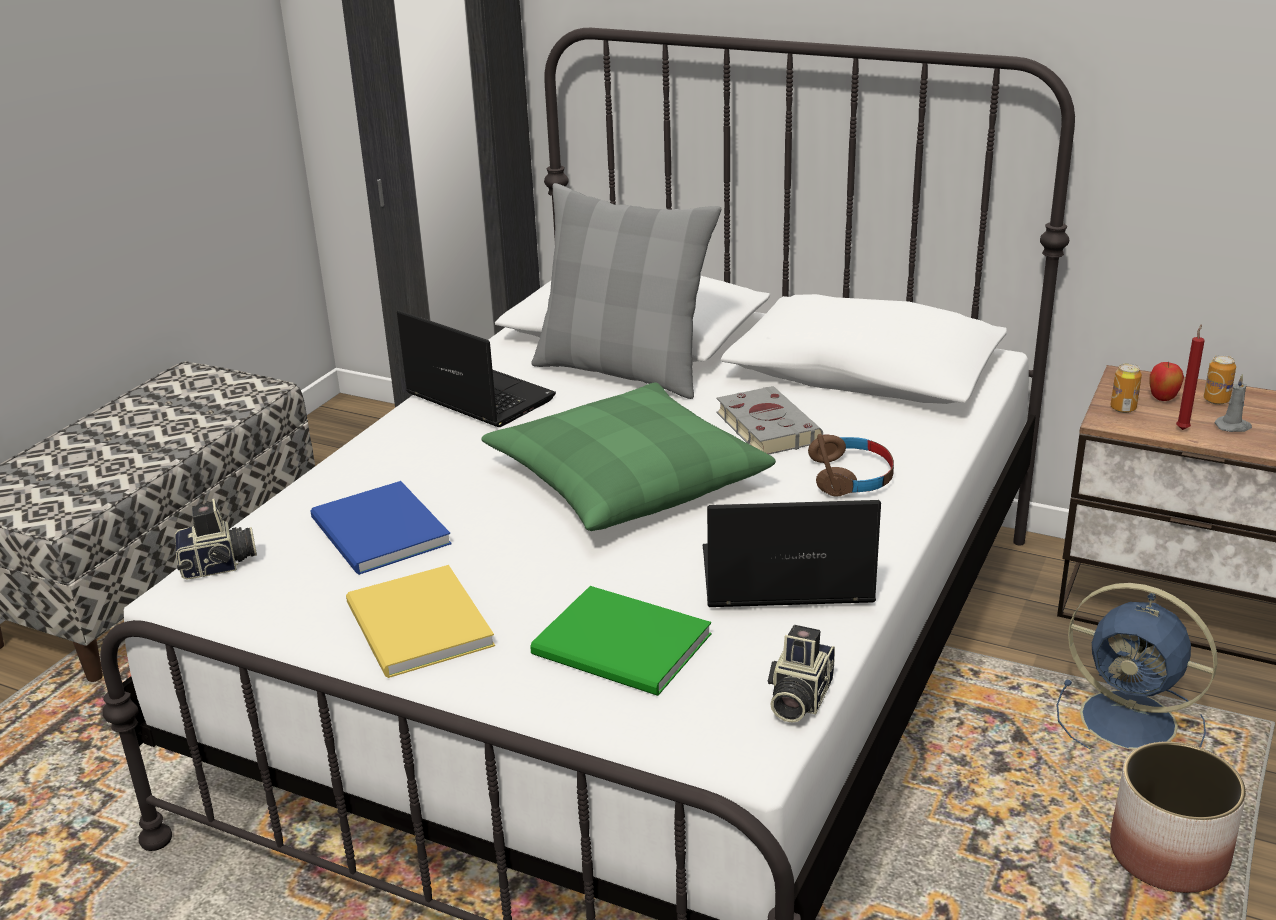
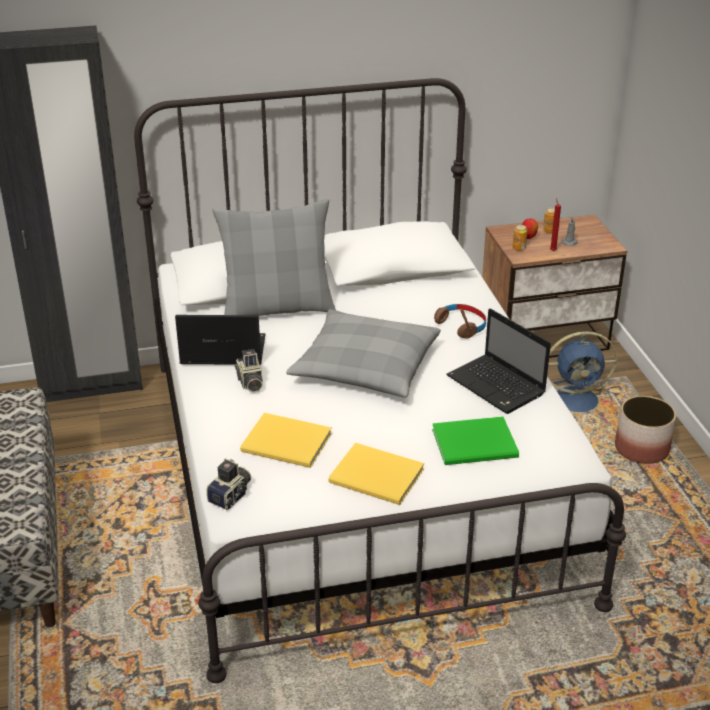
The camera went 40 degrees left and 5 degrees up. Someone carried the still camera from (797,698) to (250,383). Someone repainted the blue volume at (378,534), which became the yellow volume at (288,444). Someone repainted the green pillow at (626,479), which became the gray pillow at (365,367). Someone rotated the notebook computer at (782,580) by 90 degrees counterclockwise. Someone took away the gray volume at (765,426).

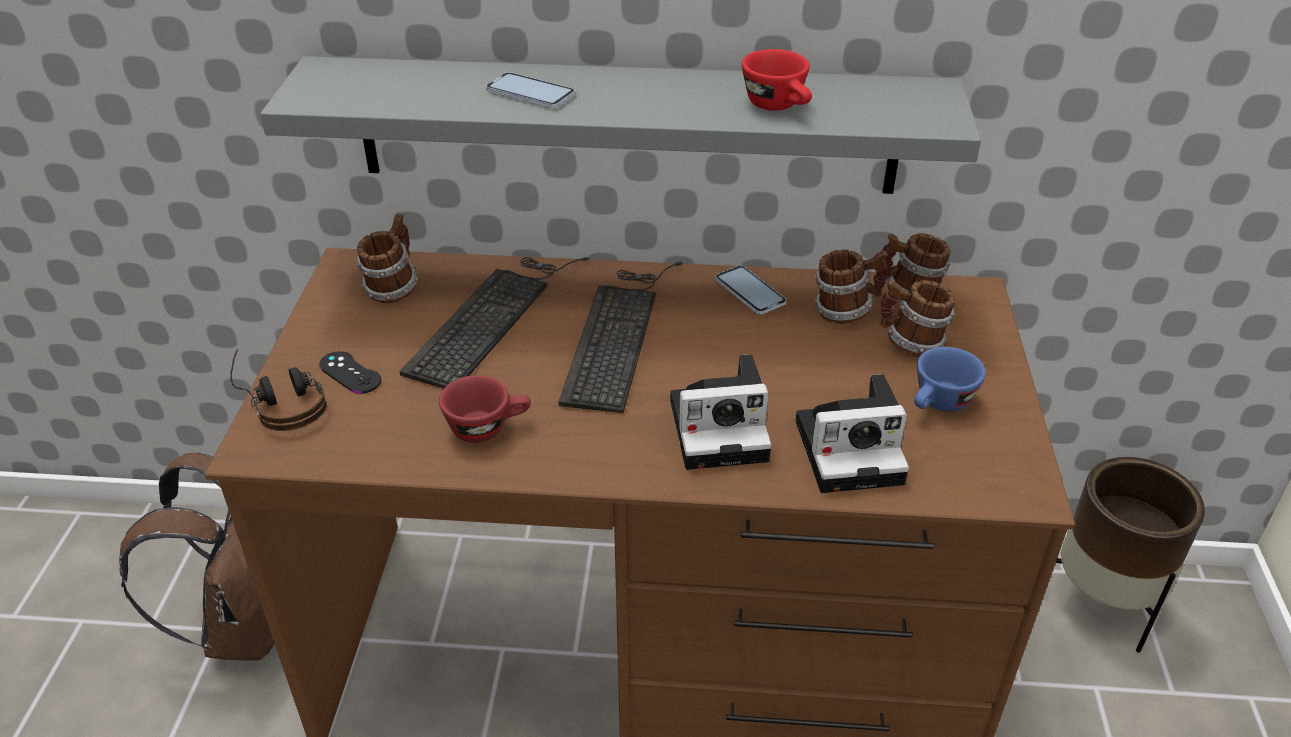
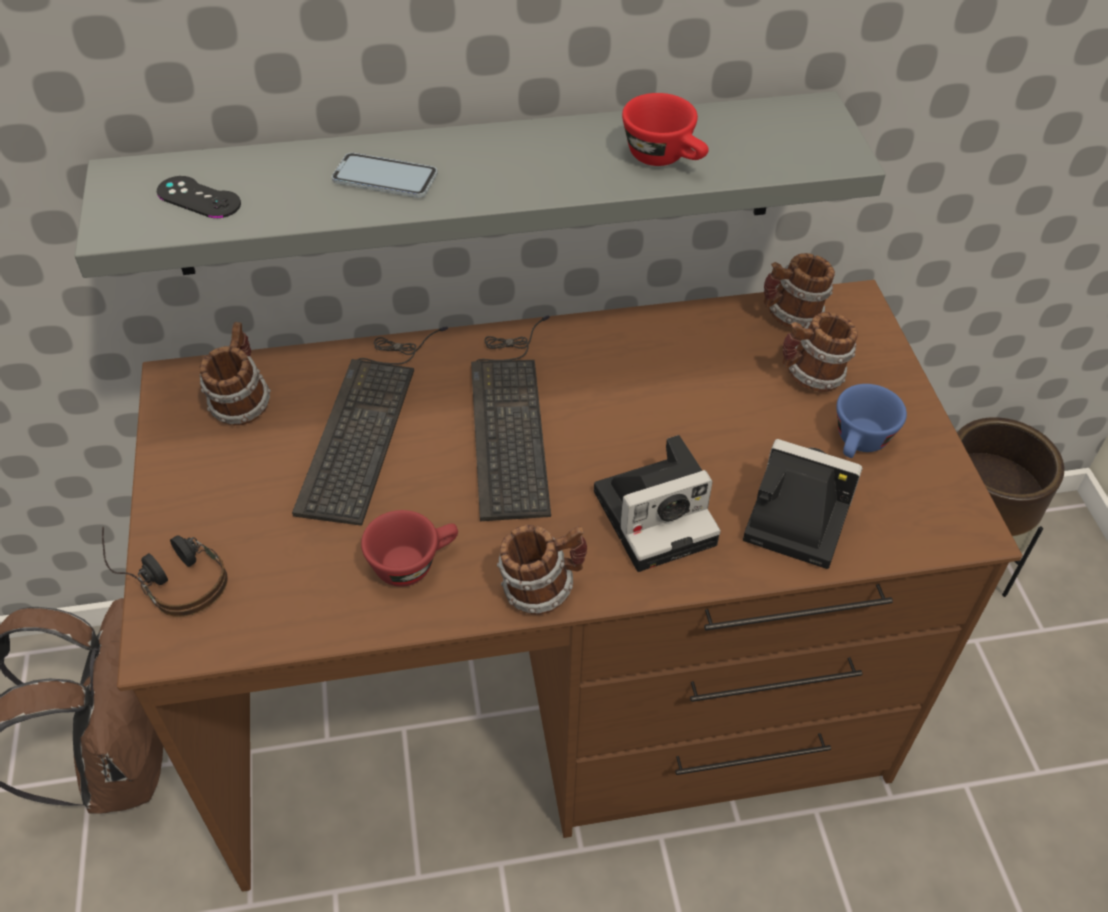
The camera went 15 degrees left and 10 degrees up. Someone carried the black-coloured joypad from (350,373) to (199,198). Someone carried the mug from (845,311) to (541,588). Someone rotated the still camera at (852,450) by 135 degrees counterclockwise. Someone took away the handset at (750,291).

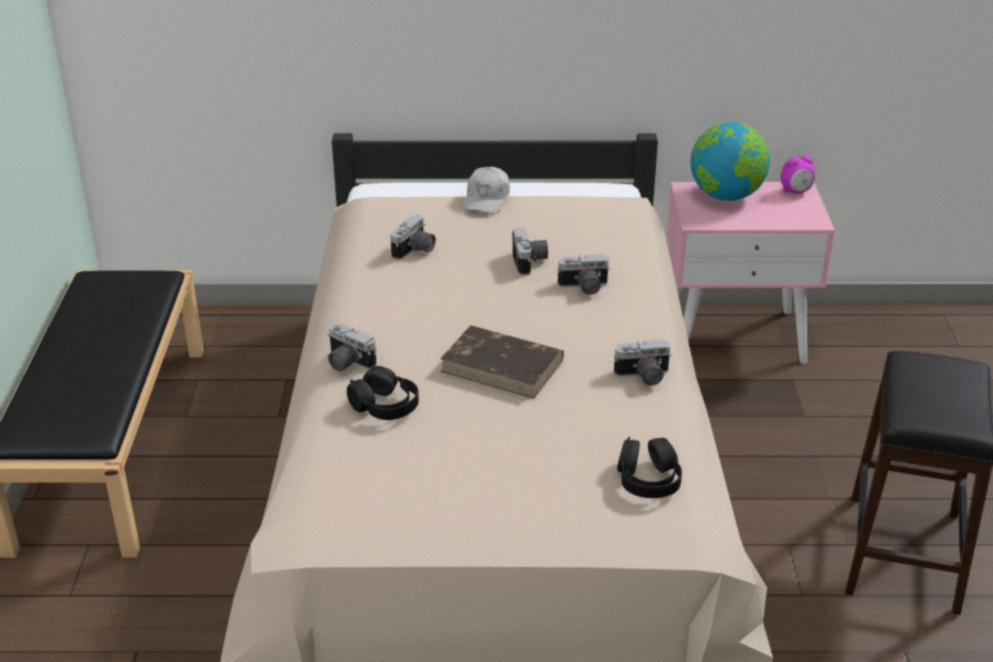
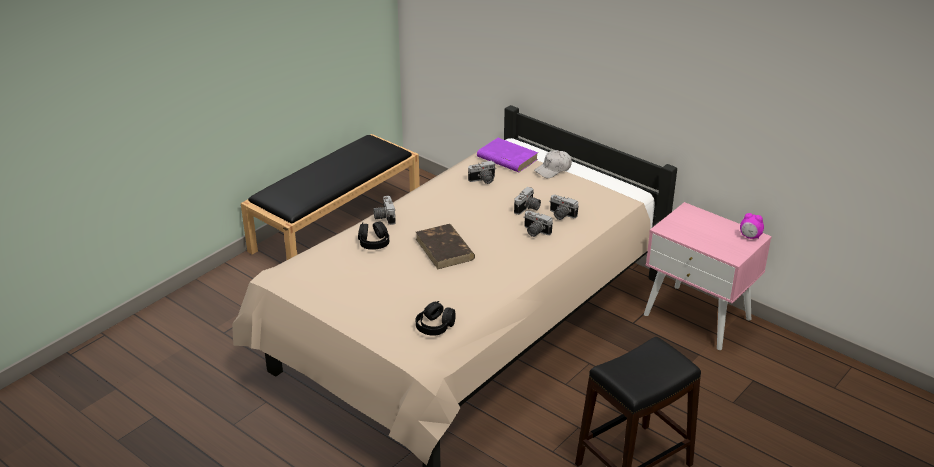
The camera went 40 degrees right and 0 degrees up. Someone put down the purple-coloured volume at (506,158). Someone carried the still camera from (643,377) to (561,215). Someone took away the desk globe at (726,196).

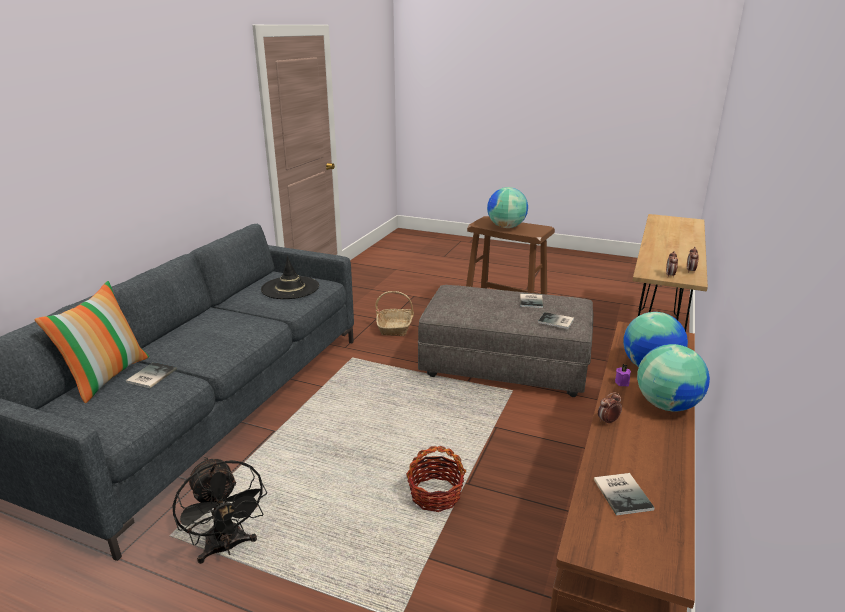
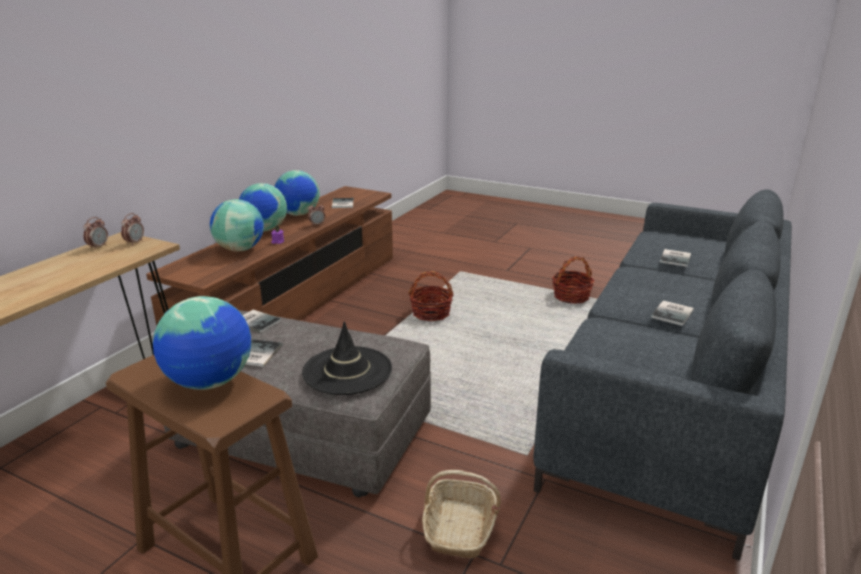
The camera went 175 degrees left and 0 degrees up. Someone put down the desk globe at (298,214). Someone carried the black-coloured wearable hat from (290,288) to (347,371). Someone swapped the black-coloured electric fan at (227,547) for the household basket at (571,296). Someone put down the volume at (674,313). Someone took away the pillow at (107,376).

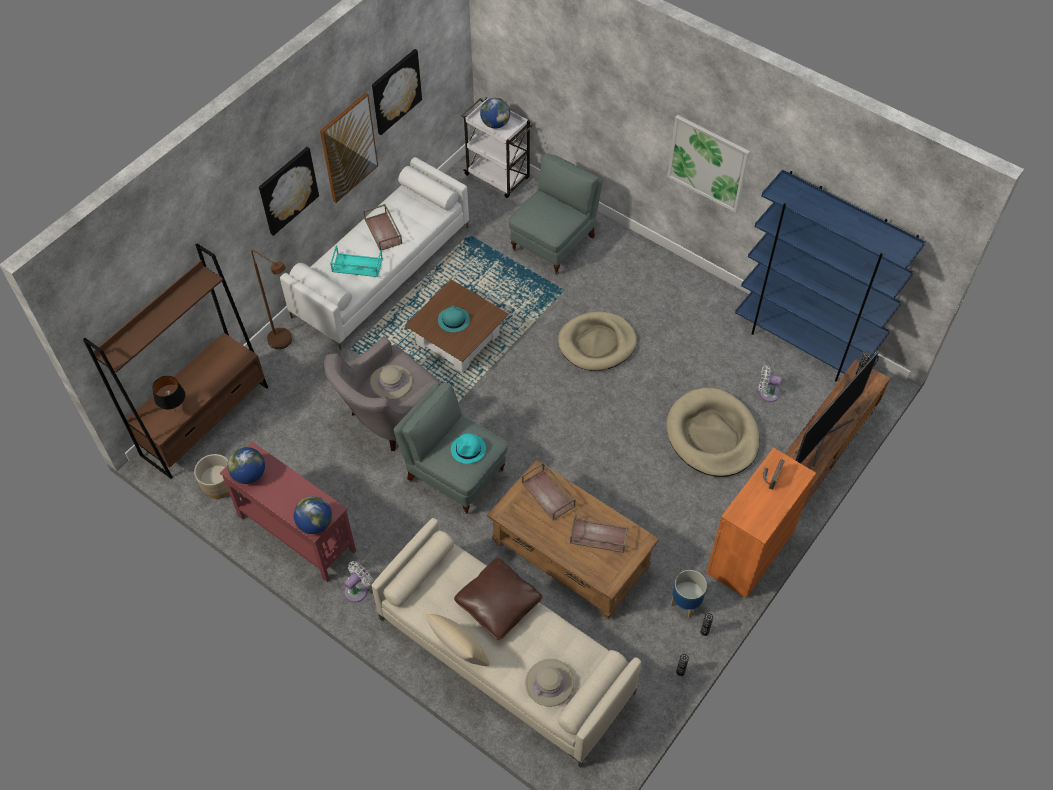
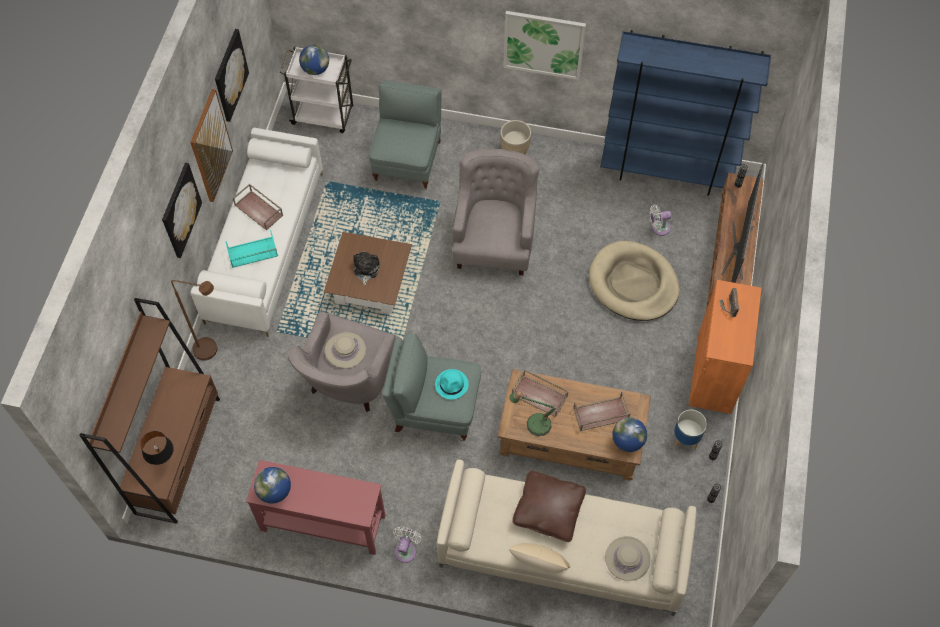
The camera went 25 degrees left and 5 degrees up. Someone swapped the blue-green wearable hat at (453,320) for the plush toy at (365,269). Someone swapped the beige-coloured dog cushion at (597,343) for the gray lounge chair at (494,240). Someone carried the beige-coloured planter from (219,486) to (514,149). Someone put down the tabletop lamp at (534,423). Someone carried the desk globe from (315,524) to (627,441).

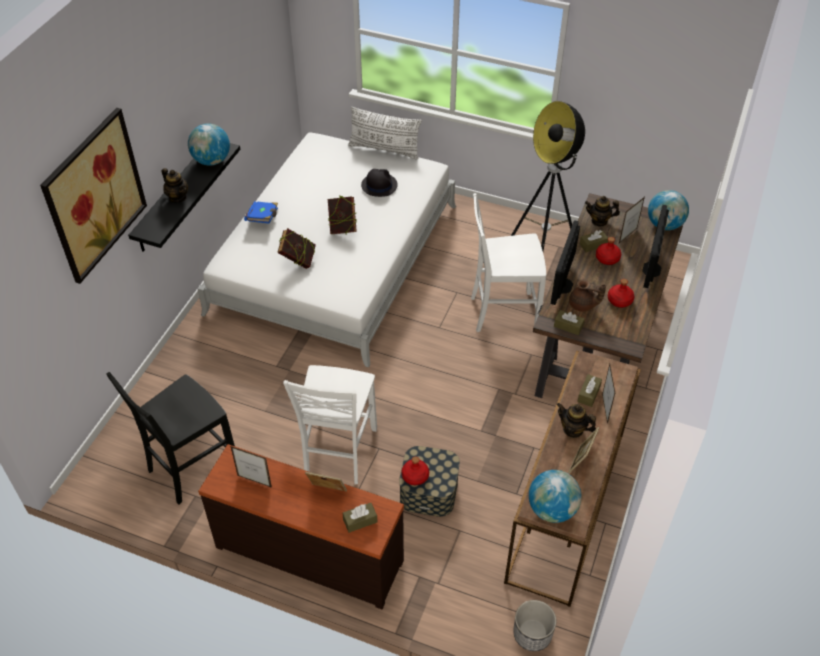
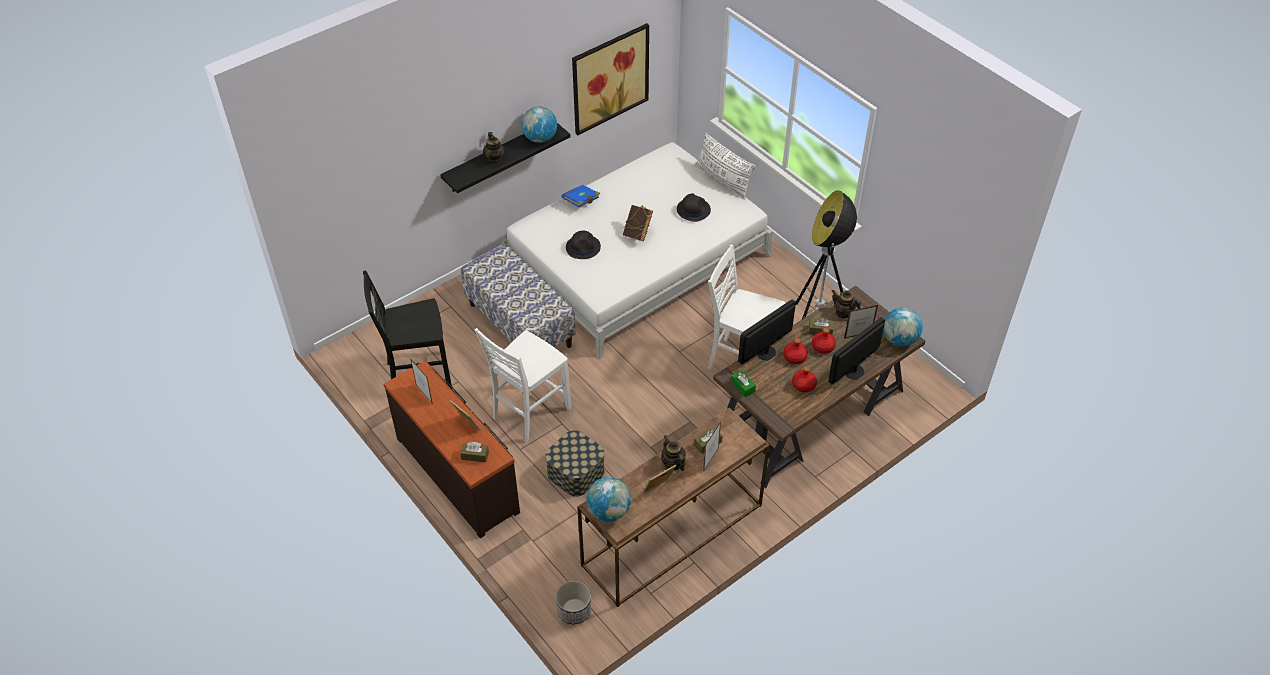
The camera went 30 degrees right and 0 degrees up. Someone put down the bench at (520,325). Someone swapped the volume at (298,261) for the black-coloured wearable hat at (583,247). Someone carried the wall picture from (94,195) to (610,78). Someone repainted the brown box of tissues at (568,326), which became the green box of tissues at (742,387). Someone carried the reddish drink bottle from (415,476) to (794,357). Someone took away the brown teapot at (583,305).

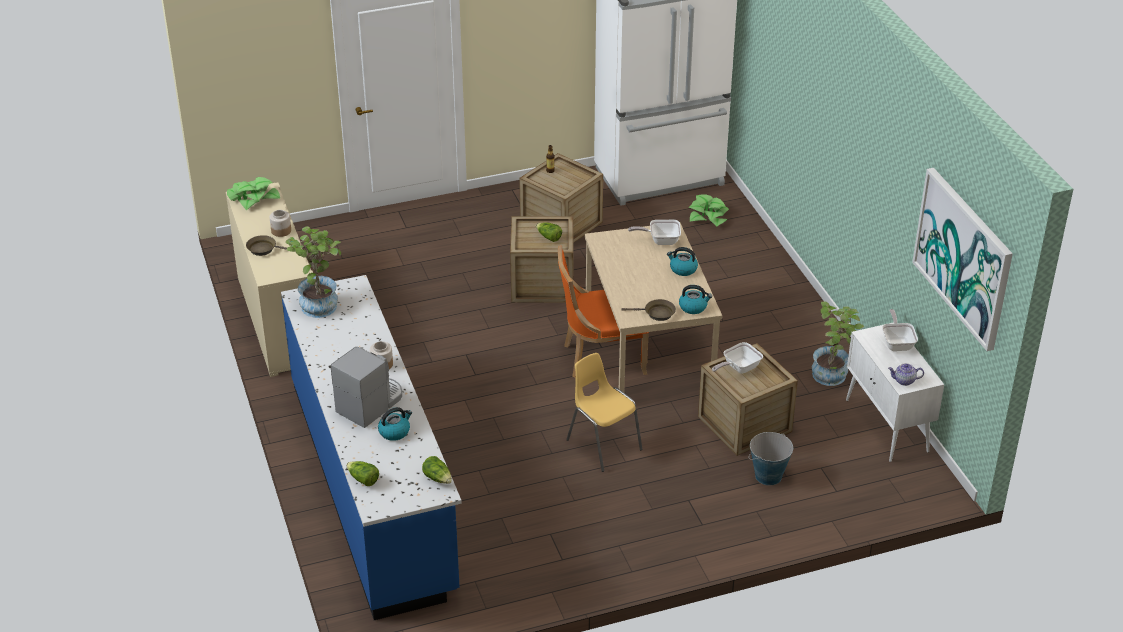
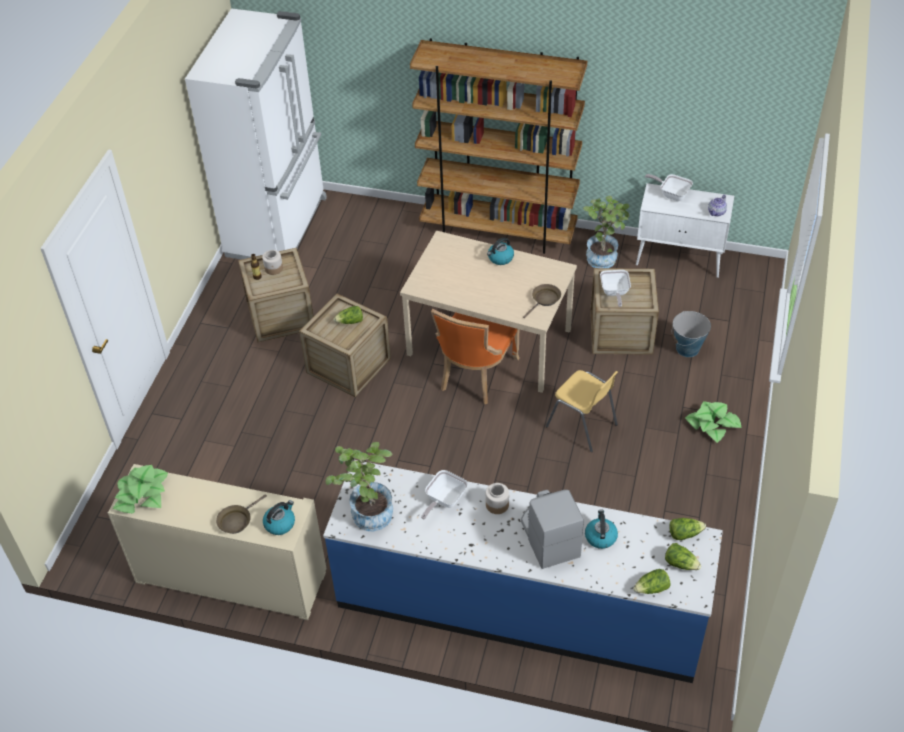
The camera went 55 degrees left and 10 degrees up. Someone carried the storage jar from (281,231) to (274,268). Someone carried the tea kettle from (693,307) to (280,523). Someone put down the brown shelving unit at (498,231). Someone carried the pan from (660,240) to (444,500). Someone rotated the yellow chair at (603,444) by 135 degrees counterclockwise. Someone put down the lettuce head at (680,563). Someone carried the potted plant from (708,216) to (712,424). Someone took away the wall picture at (963,257).

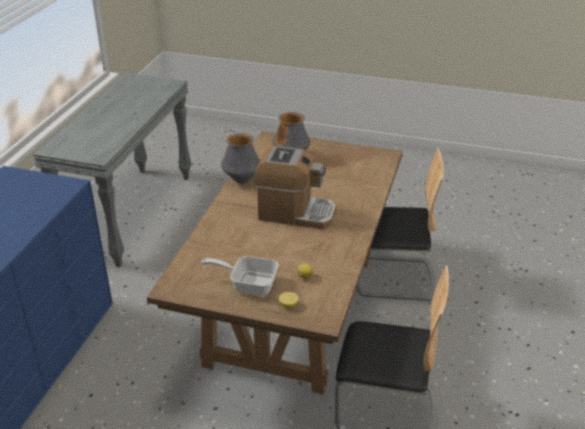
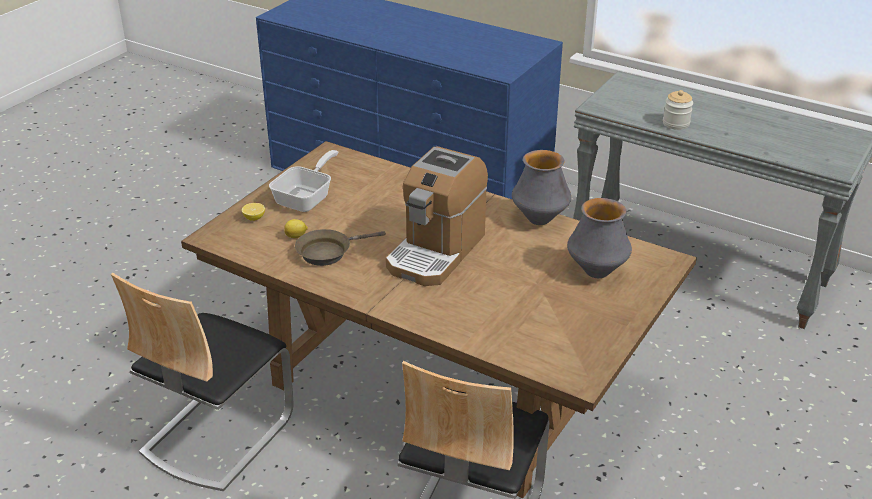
The camera went 105 degrees right and 0 degrees up. Someone put down the brown pan at (328,252). Someone put down the storage jar at (676,123).

